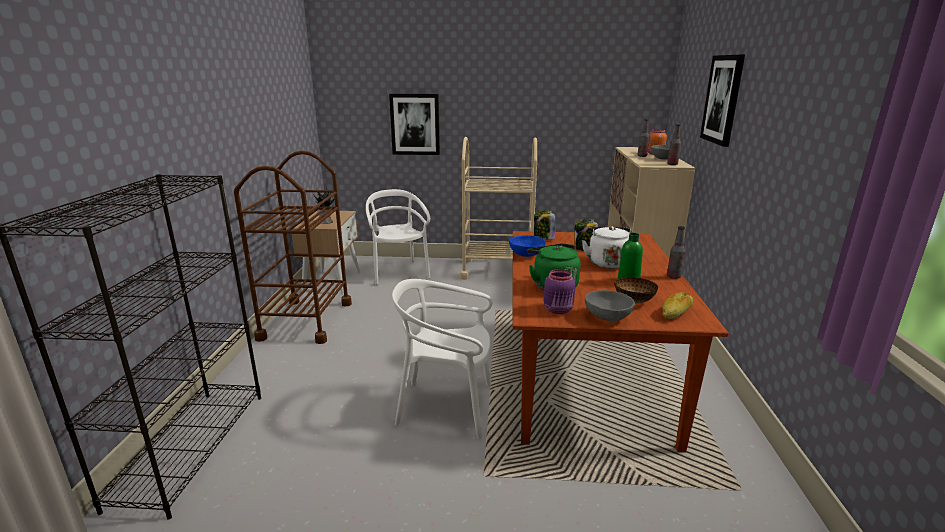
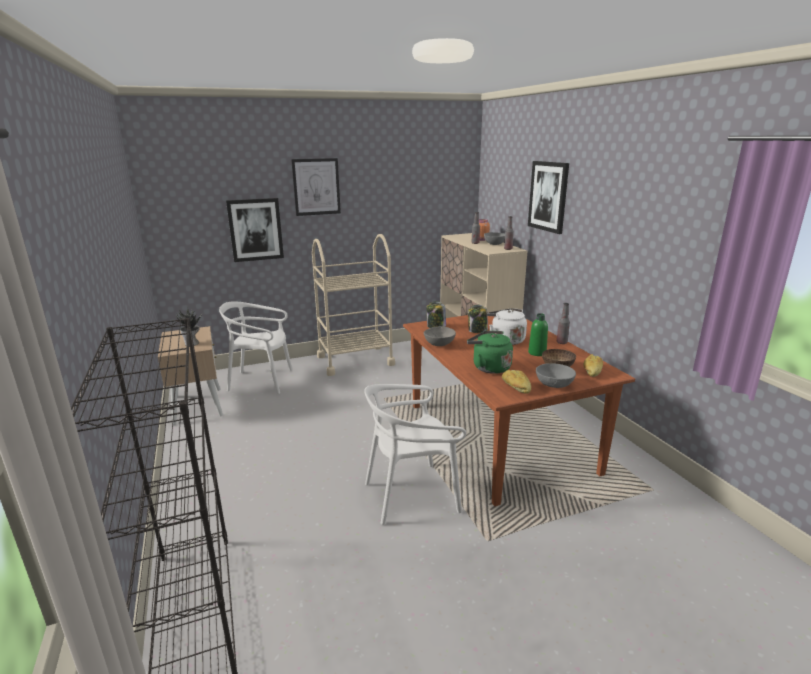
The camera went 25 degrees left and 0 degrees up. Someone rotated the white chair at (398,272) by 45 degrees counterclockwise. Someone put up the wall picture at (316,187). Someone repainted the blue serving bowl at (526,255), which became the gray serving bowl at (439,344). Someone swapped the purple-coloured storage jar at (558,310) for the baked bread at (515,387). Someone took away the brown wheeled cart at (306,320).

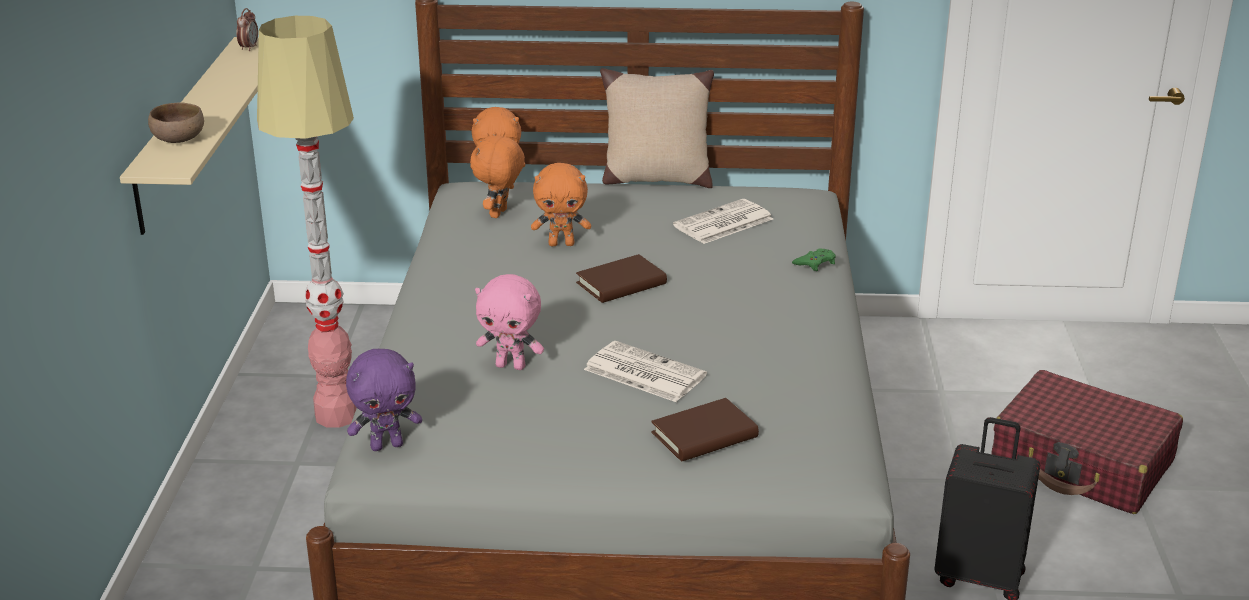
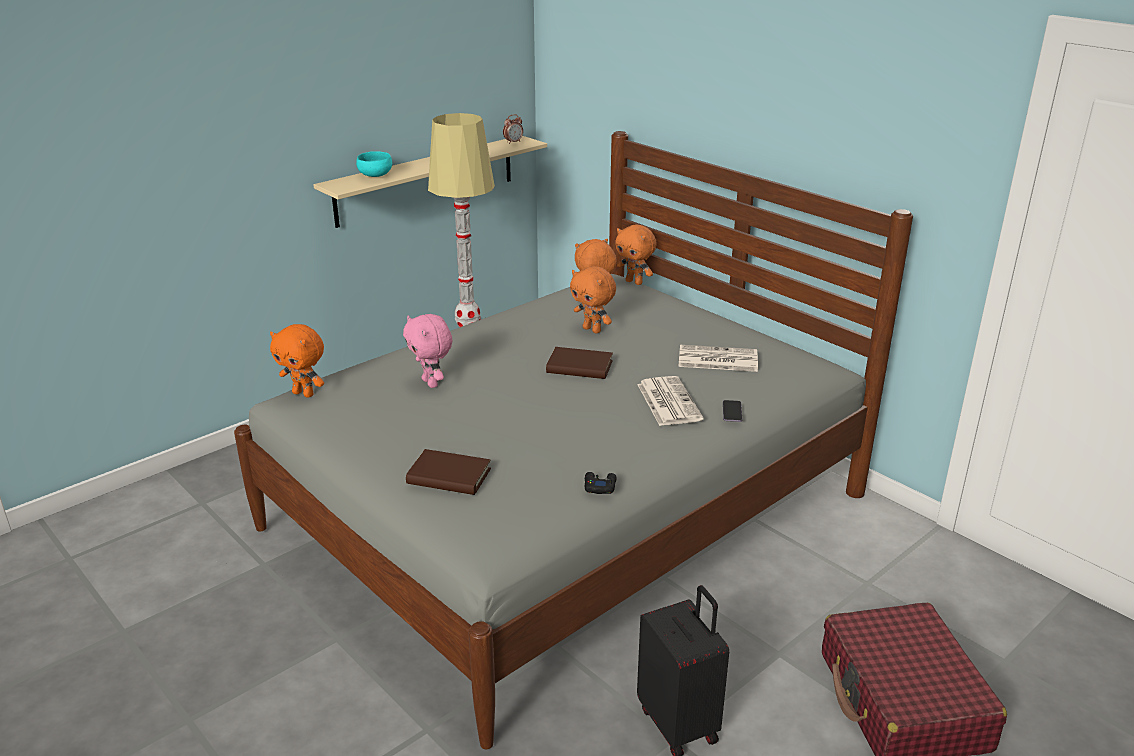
The camera went 45 degrees right and 0 degrees up. Someone repainted the purple-coloured plush toy at (387,445), which became the orangey plush toy at (304,393). Someone repainted the brown serving bowl at (180,140), which became the blue-green serving bowl at (376,176). Someone put down the black-coloured joypad at (599,486). Someone carried the daily paper from (643,373) to (668,401). Someone swapped the green joypad at (815,263) for the handset at (732,412). Someone took away the beige-coloured pillow at (655,179).

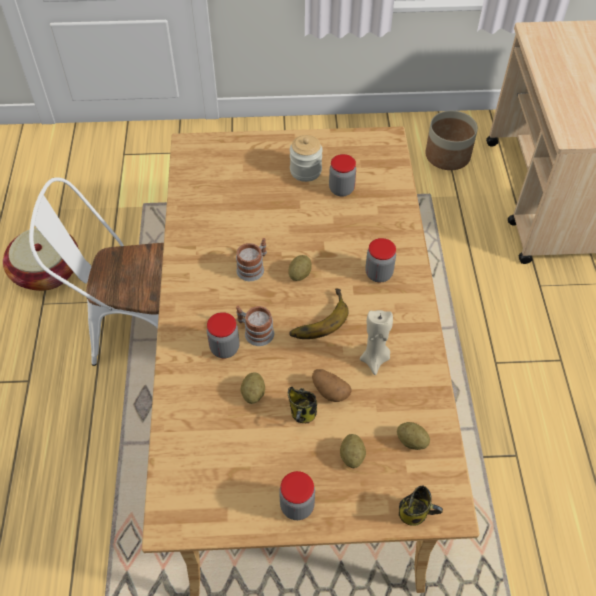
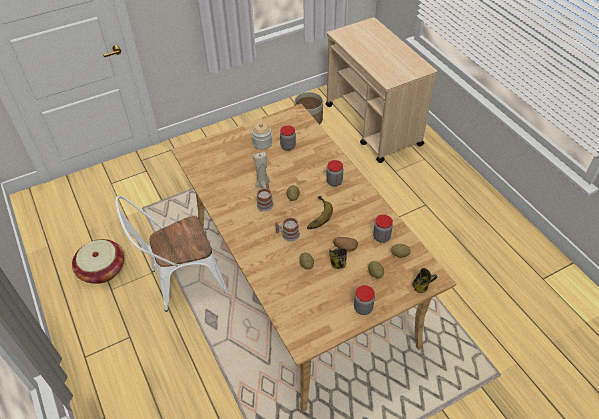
The camera went 25 degrees left and 5 degrees down. Someone carried the beige-coloured wax light from (375,359) to (263,184). Someone carried the storage jar from (224,348) to (381,237).

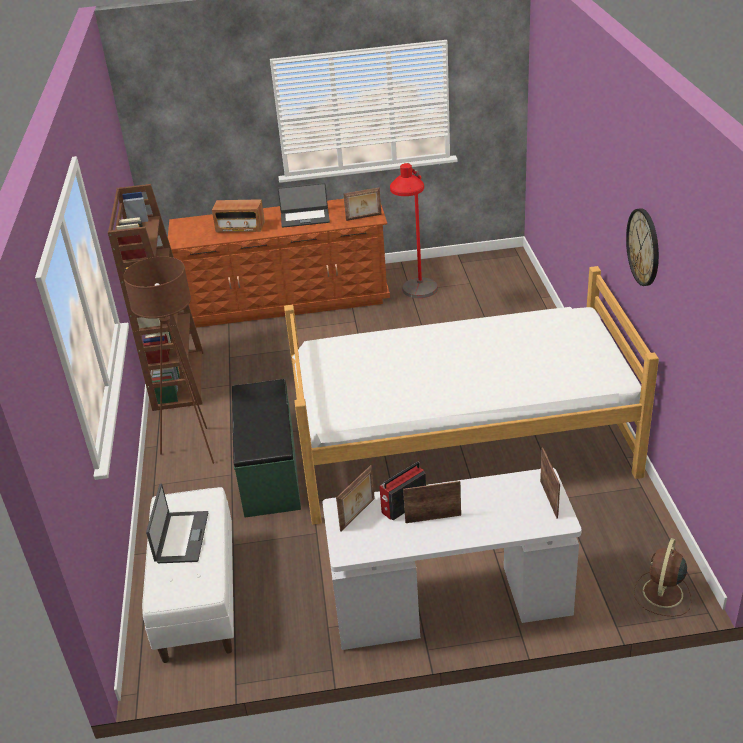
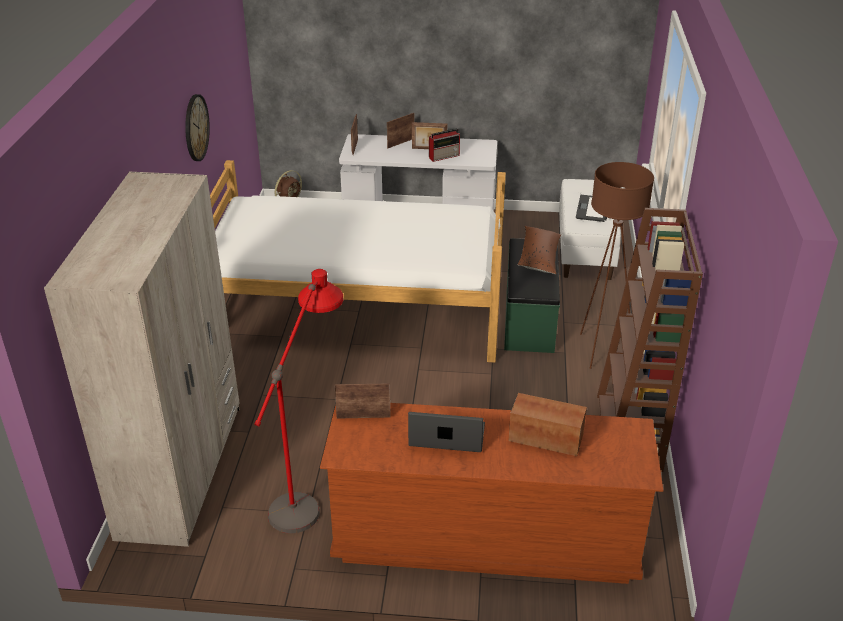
The camera went 170 degrees left and 0 degrees up. Someone put down the beige-coloured armoire at (182,469). Someone carried the standing frame from (358,515) to (400,143). Someone put down the brown pillow at (539,257).

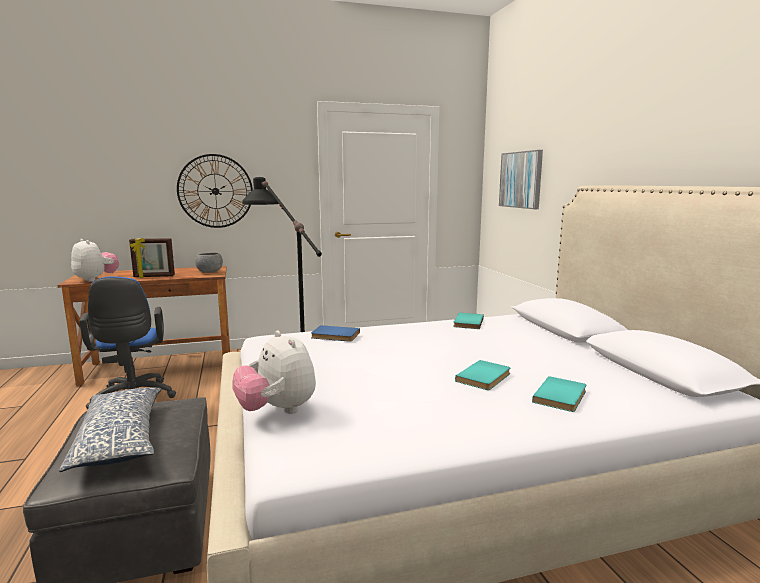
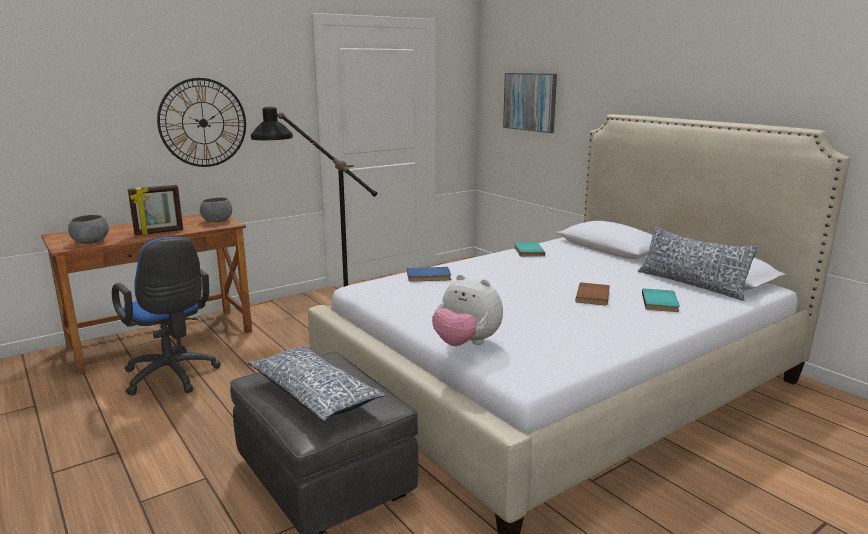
The camera went 20 degrees left and 5 degrees up. Someone swapped the plush toy at (96,279) for the gray serving bowl at (90,242). Someone repainted the blue-green volume at (485,377), which became the brown volume at (594,296). Someone put down the pillow at (691,284).

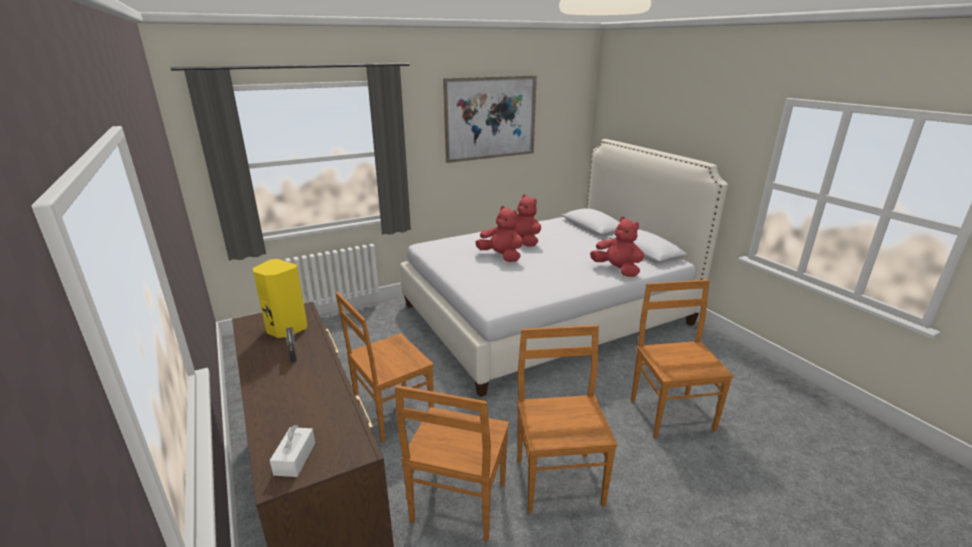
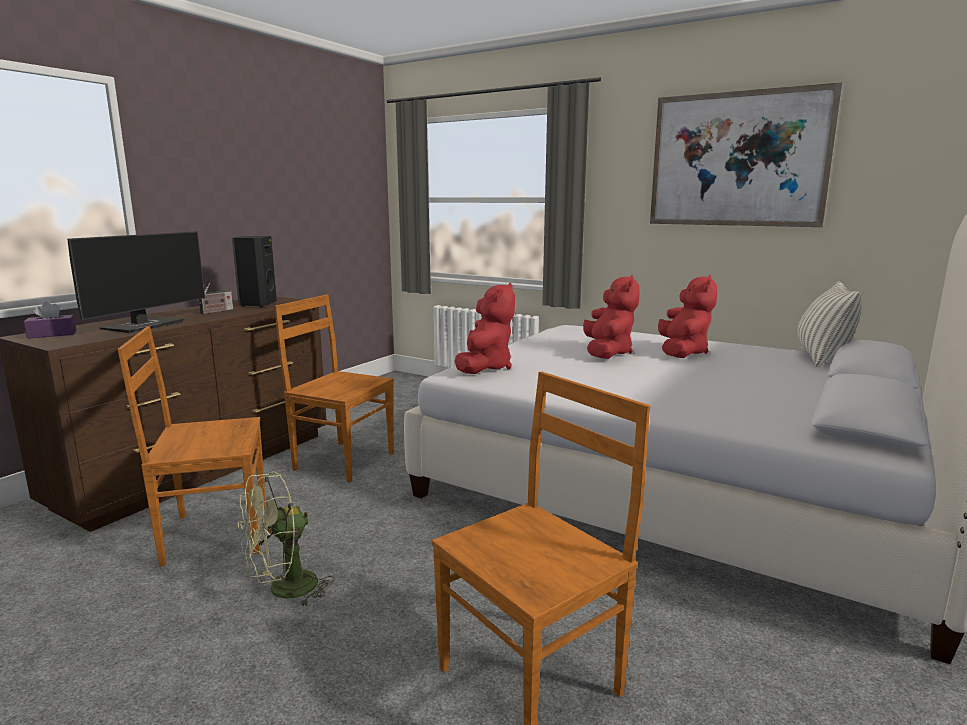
The camera went 60 degrees right and 10 degrees down. Someone repainted the white box of tissues at (295,458), which became the purple-coloured box of tissues at (52,334). Someone put down the computer display at (144,325). Someone repainted the yellow loudspeaker at (285,329), which became the black-coloured loudspeaker at (257,304). Someone swapped the brown chair at (558,479) for the green electric fan at (284,590). Someone carried the reddish plush toy from (617,270) to (484,367). Someone put down the pillow at (821,358).

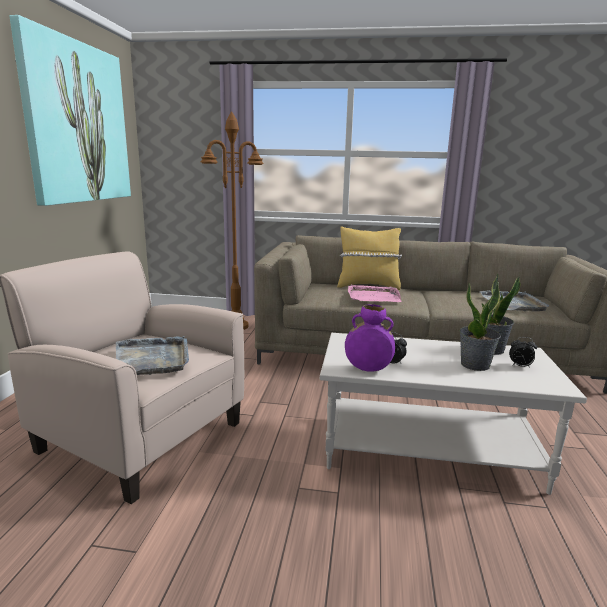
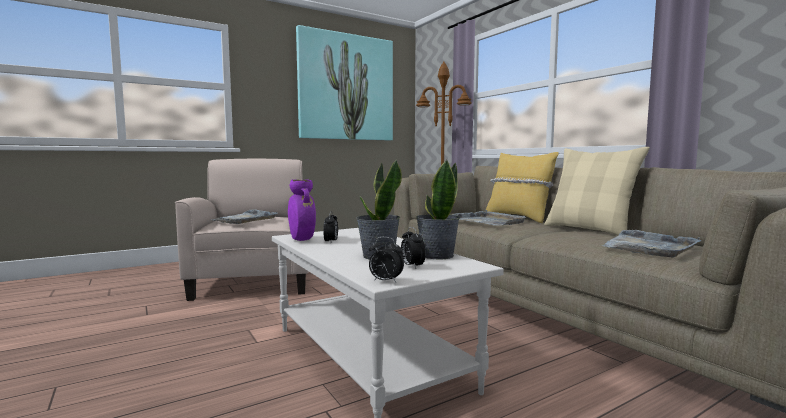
The camera went 50 degrees right and 10 degrees down. Someone put down the alarm clock at (385,281). Someone repainted the pink-coloured tray at (373,296), which became the gray tray at (489,221). Someone put down the beige-coloured pillow at (589,230).

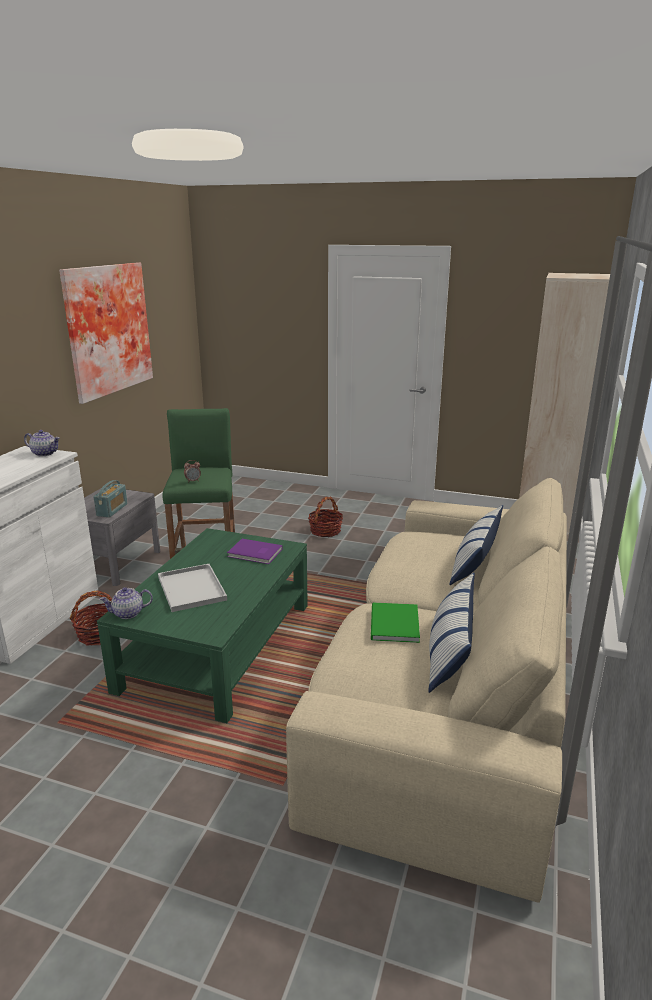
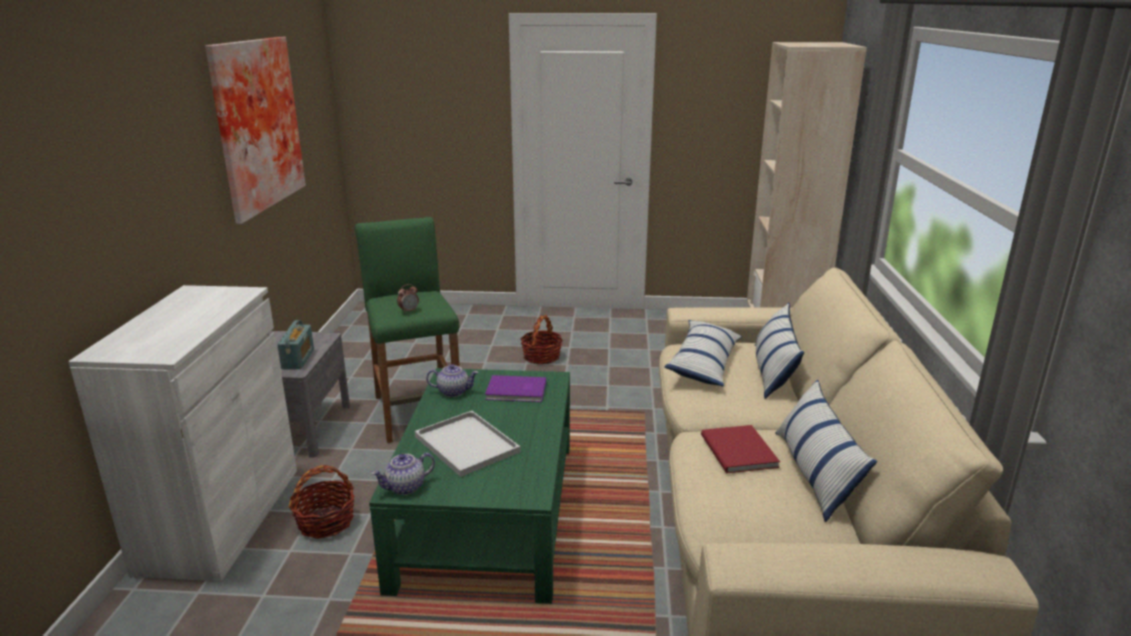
The camera went 15 degrees left and 0 degrees up. Someone carried the teapot from (45,453) to (453,392). Someone put down the pillow at (704,364). Someone repainted the green volume at (393,625), which became the reddish volume at (737,452).

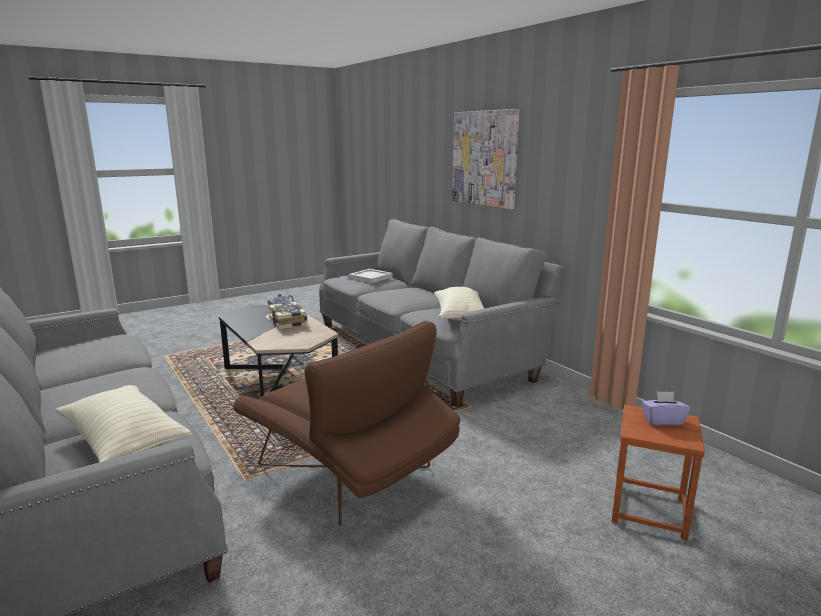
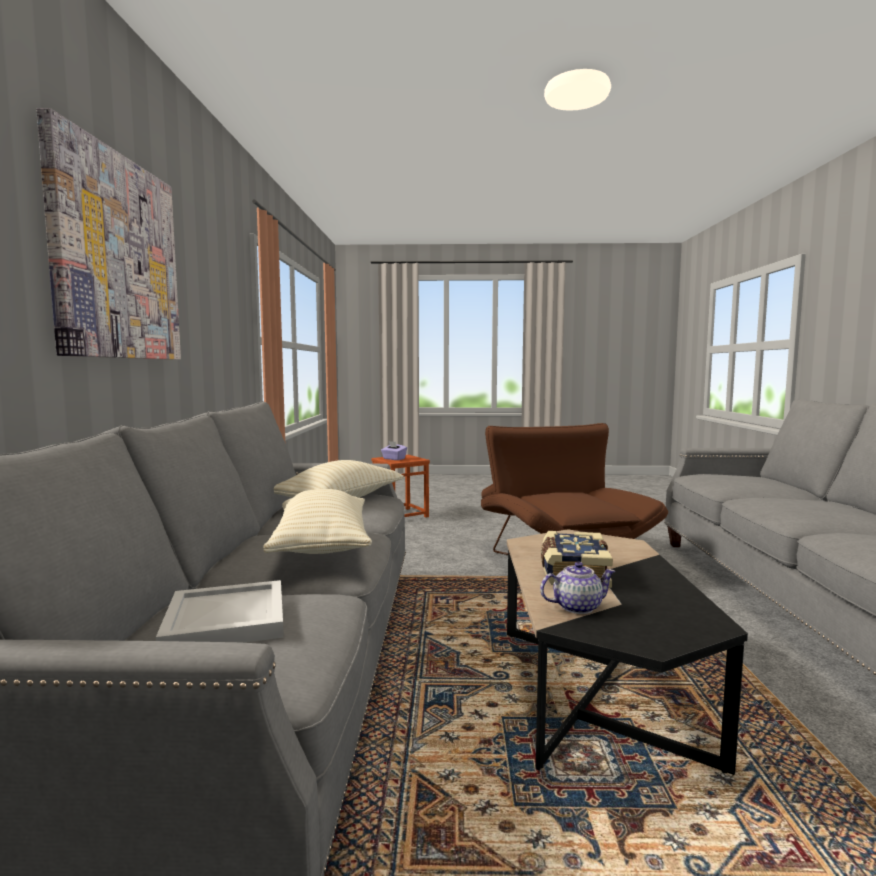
The camera went 145 degrees left and 10 degrees down. Someone carried the beige-coloured pillow from (124,440) to (322,545).

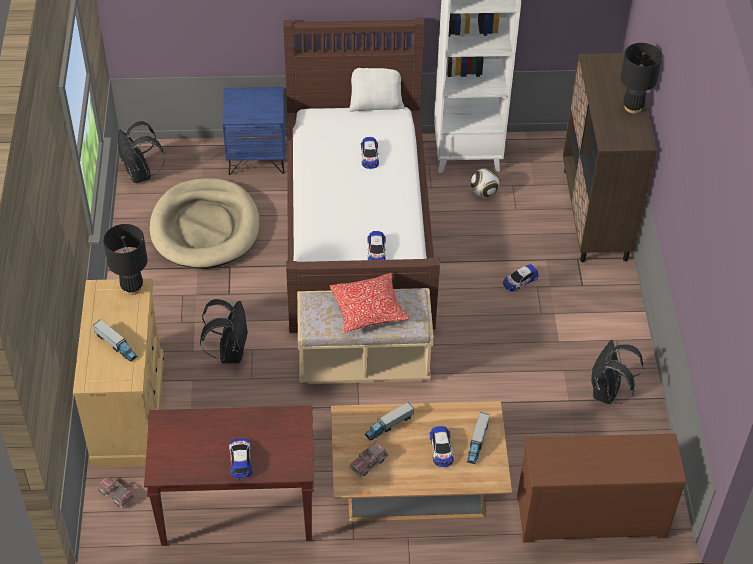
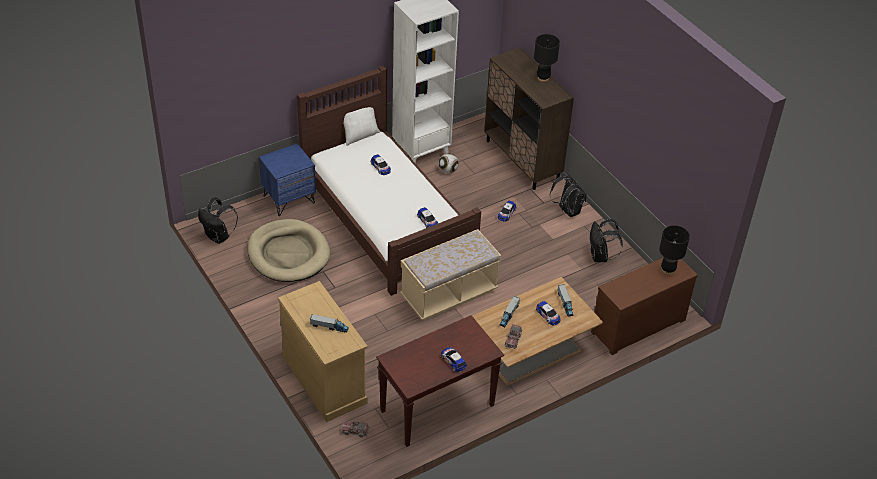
The camera went 30 degrees left and 5 degrees down. Someone carried the black-coloured rucksack from (229,352) to (567,211). Someone carried the black-coloured tabletop lamp from (132,288) to (667,270). Someone took away the pillow at (368,309).

